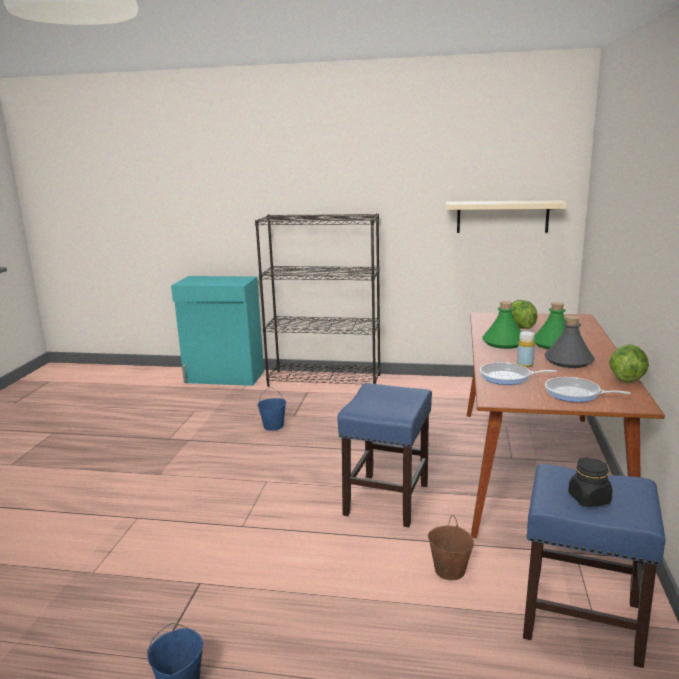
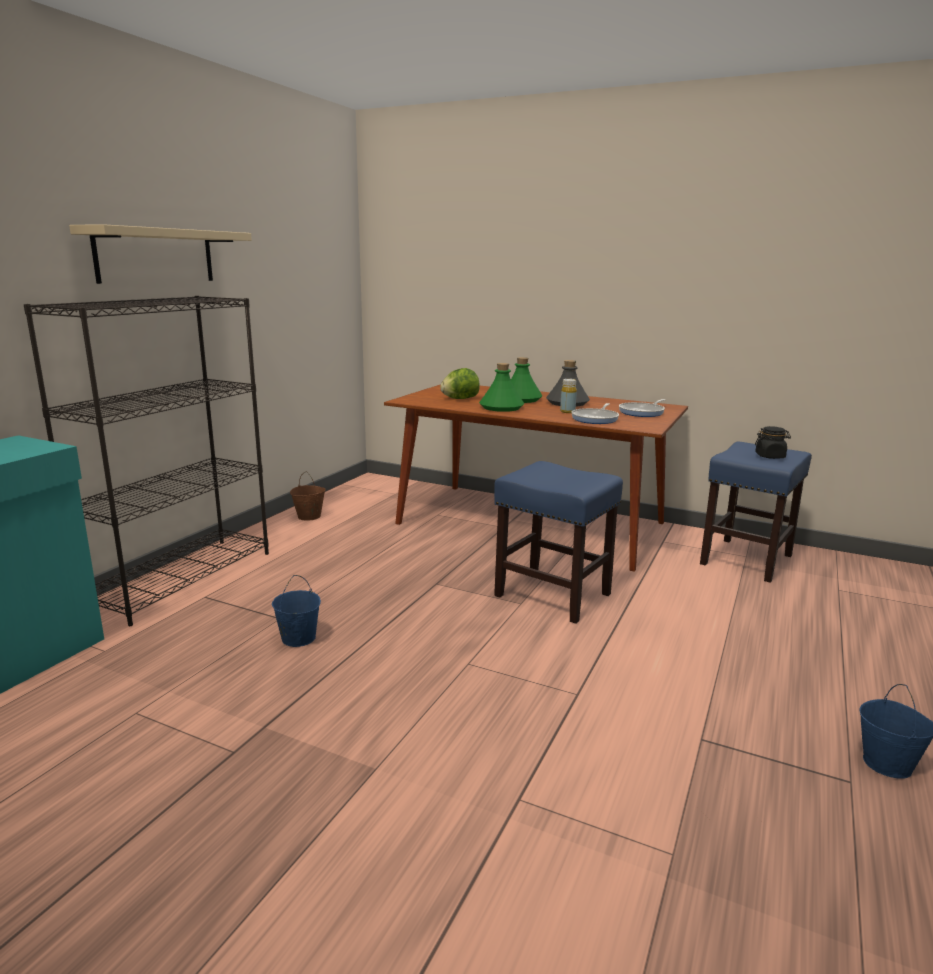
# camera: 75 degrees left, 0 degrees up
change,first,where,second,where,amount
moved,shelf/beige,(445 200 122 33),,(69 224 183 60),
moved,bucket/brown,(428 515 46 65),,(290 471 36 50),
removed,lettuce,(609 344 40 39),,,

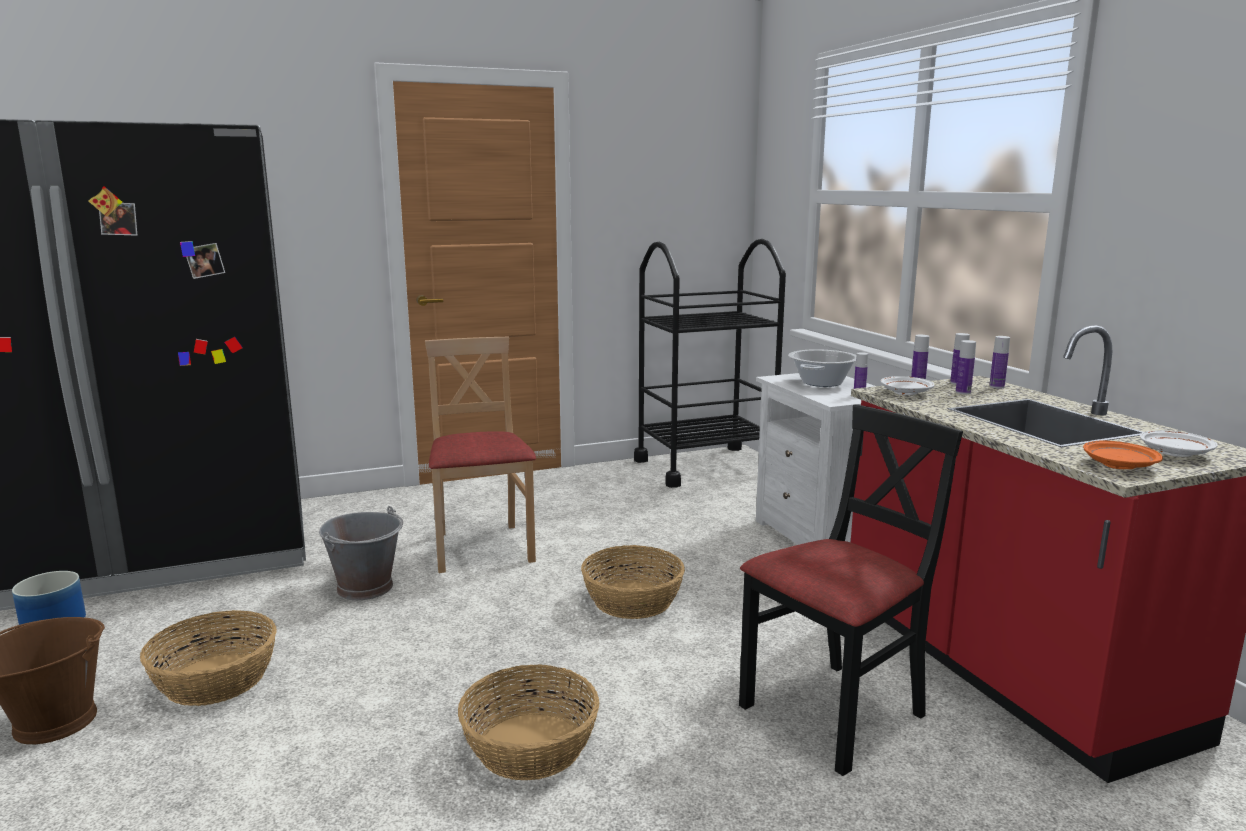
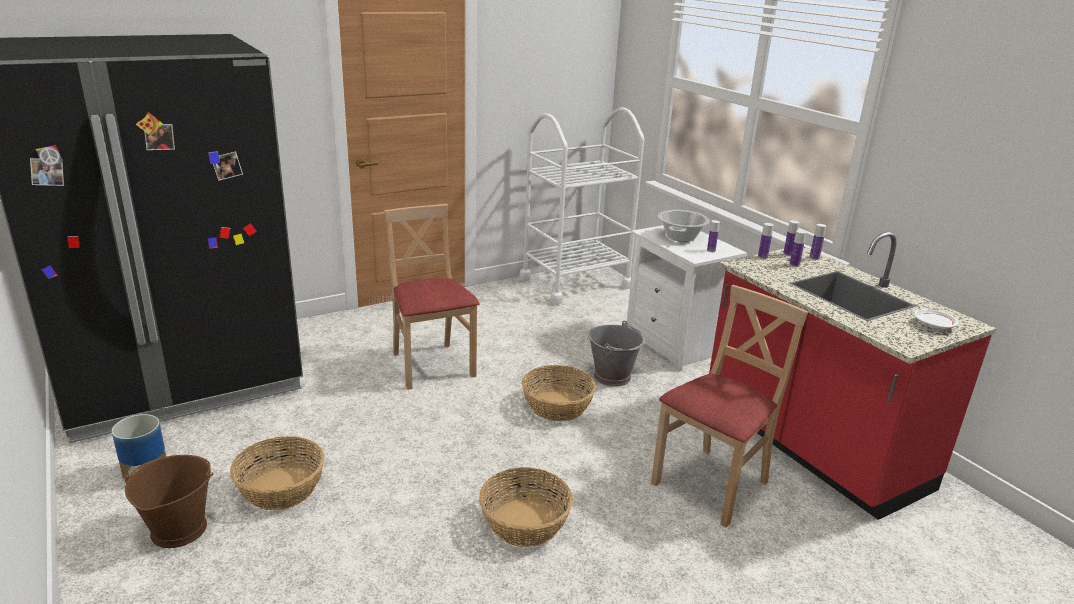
# camera: 10 degrees left, 10 degrees up
change,first,where,second,where,amount
recoloured,cart/black,(634 239 152 249),cart/white,(520 107 124 198),
moved,bucket/grey,(319 506 84 94),,(587 321 58 66),
recoloured,chair/black,(739 405 224 371),chair/beige,(651 285 157 243),
removed,plate/white,(881 376 53 19),,,
removed,plate/orange,(1083 440 80 29),,,

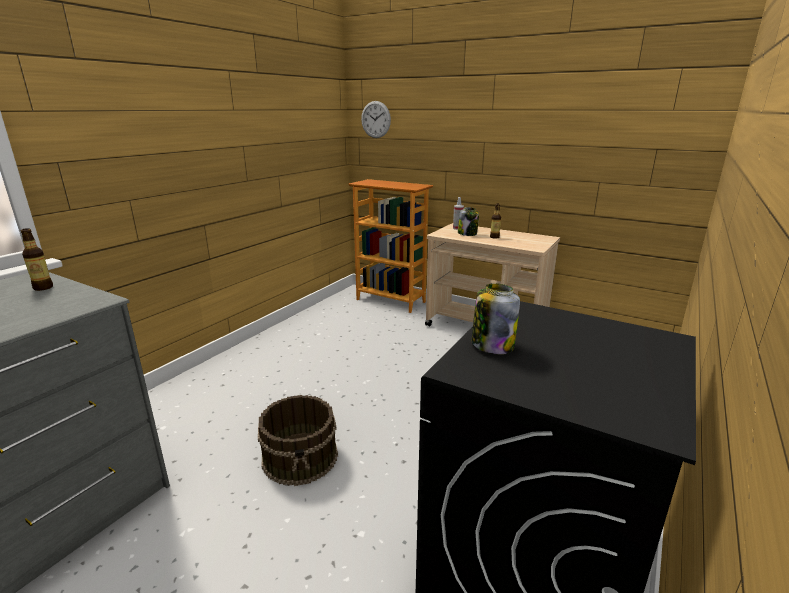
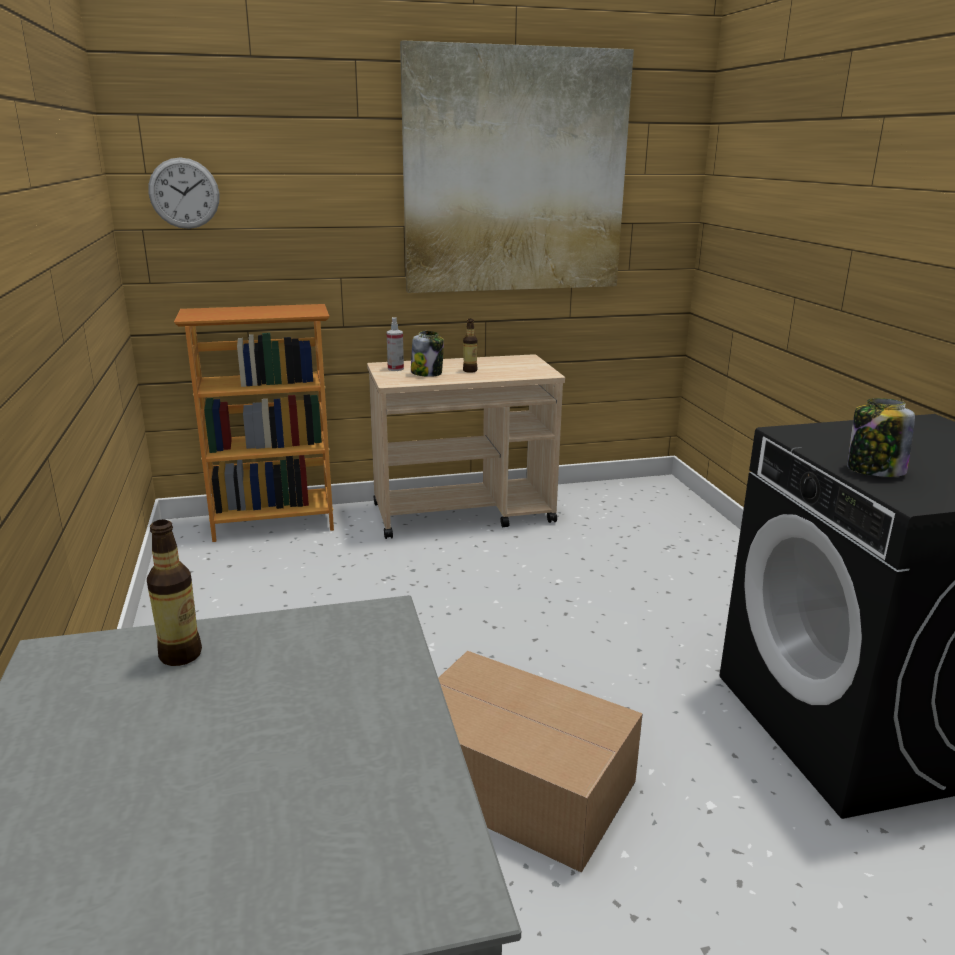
# camera: 45 degrees left, 0 degrees up
change,first,where,second,where,amount
added,,,picture,(400 40 234 253),
replaced,bucket/brown,(258 395 80 91),cardboard box,(438 651 205 222),

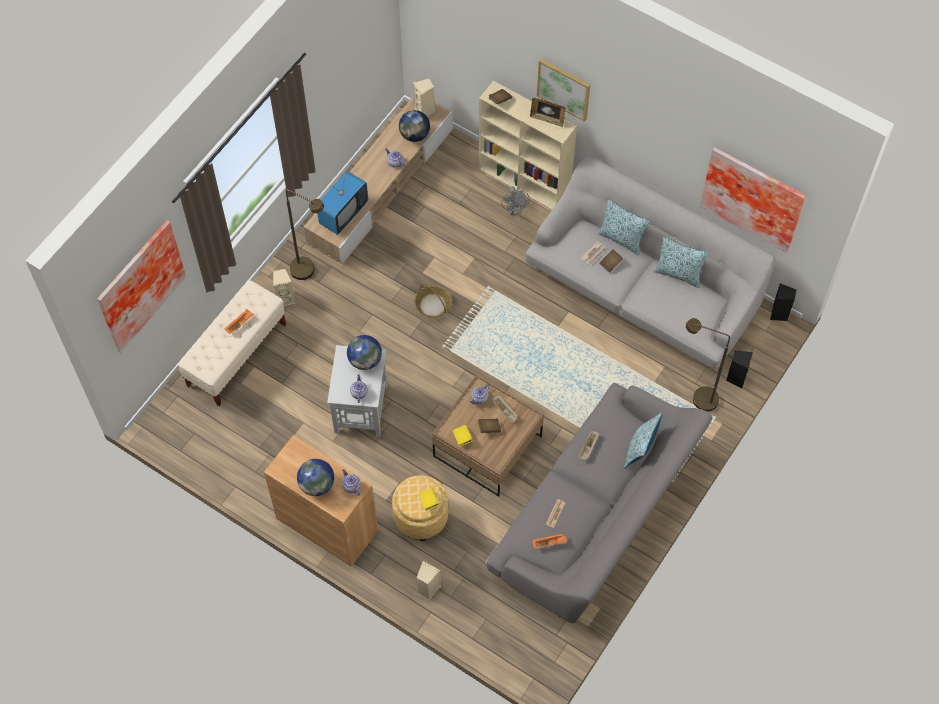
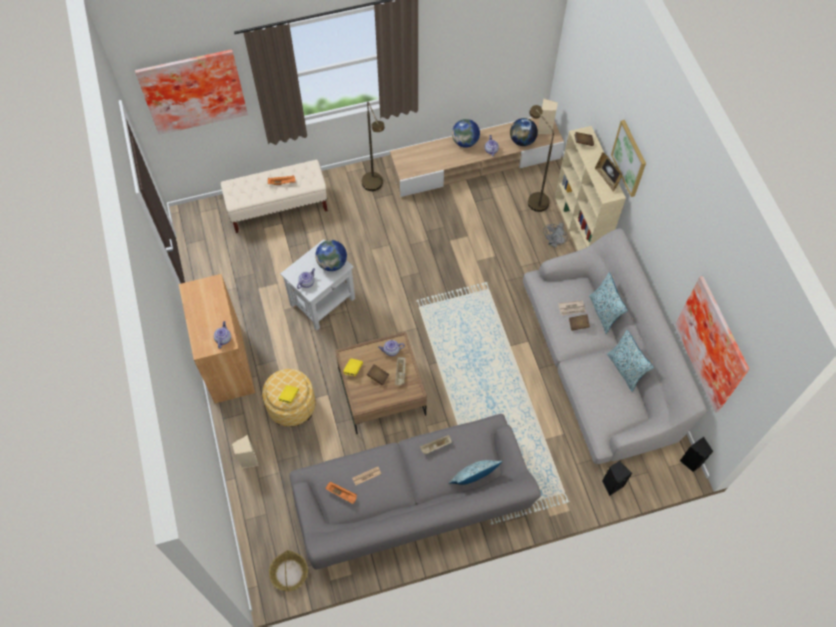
# camera: 40 degrees right, 0 degrees up
change,first,where,second,where,amount
moved,basket,(414 284 38 34),,(269 550 39 41),
moved,globe,(297 459 37 37),,(452 119 28 29),
moved,floor lamp/brown,(686 318 44 93),,(528 105 26 107),
removed,speaker/beige,(273 269 22 37),,,
removed,television,(317 172 51 63),,,

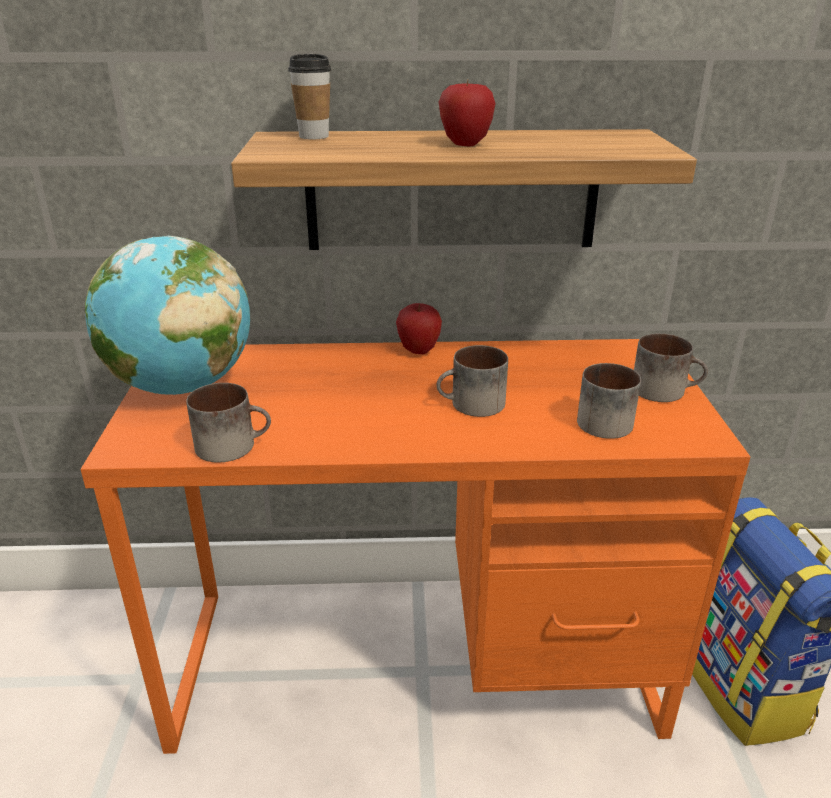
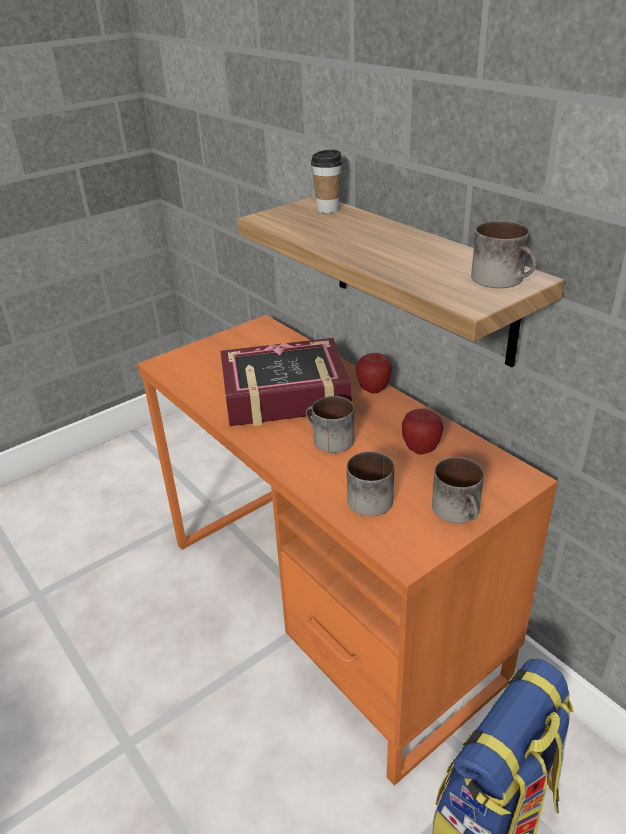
# camera: 55 degrees right, 5 degrees up
change,first,where,second,where,amount
added,,,book,(221 338 131 88),
moved,apple,(439 80 56 67),,(402 409 42 45),
moved,mug,(186 383 85 79),,(471 221 66 67),
removed,globe,(85 236 165 159),,,

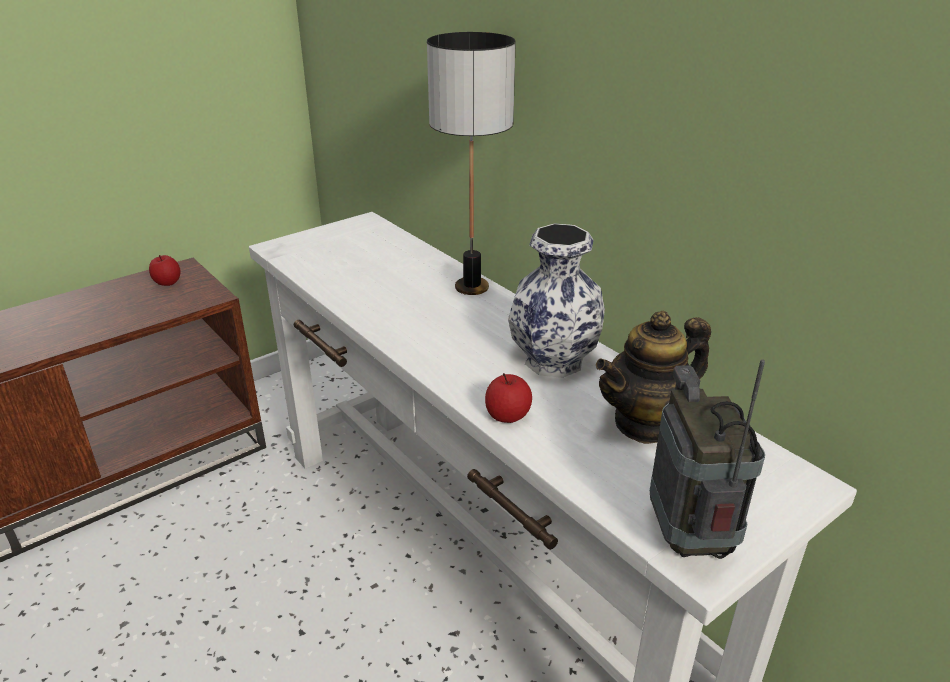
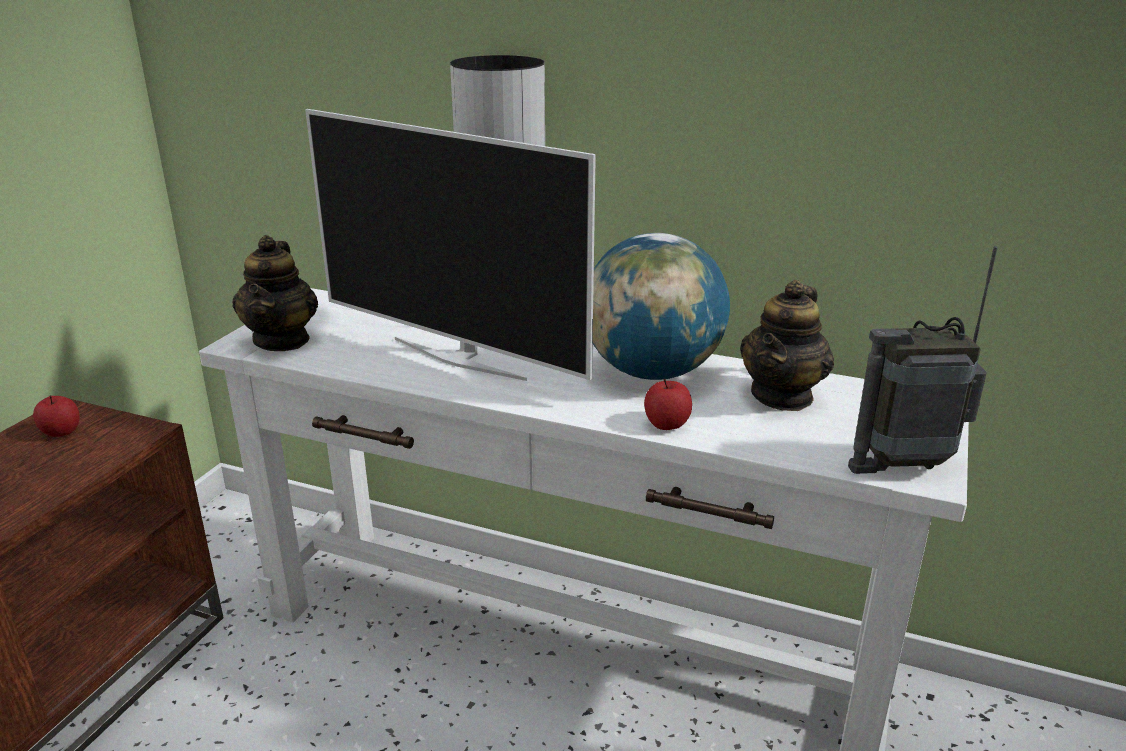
# camera: 30 degrees left, 5 degrees down
change,first,where,second,where,amount
added,,,teapot,(232 235 86 116),
added,,,television,(305 109 291 272),
replaced,vase,(508 223 97 155),globe,(593 233 137 147),
turned,radio,(650 360 115 199),,(848 246 149 228),60 degrees counterclockwise

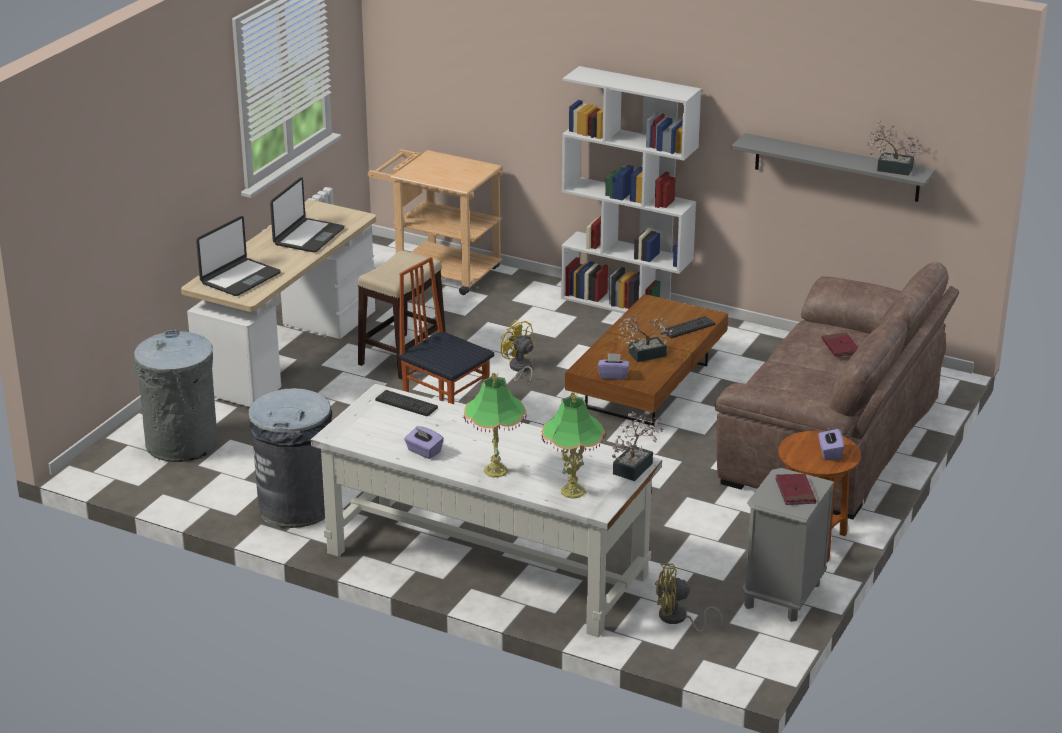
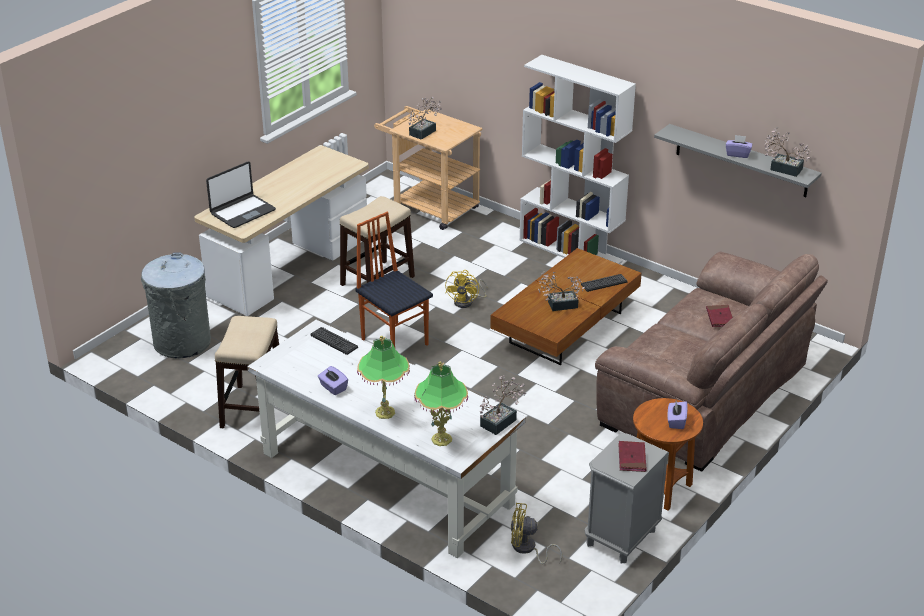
# camera: 10 degrees right, 5 degrees up
change,first,where,second,where,amount
replaced,trash can/grey,(248 388 84 140),stool,(215 316 64 112),
added,,,potted plant,(408 97 34 43),
turned,fan/yellow,(500 320 34 67),,(445 270 43 38),135 degrees counterclockwise
moved,tissue box/purple,(598 353 31 27),,(726 135 26 23),
removed,laptop,(270 177 75 75),,,

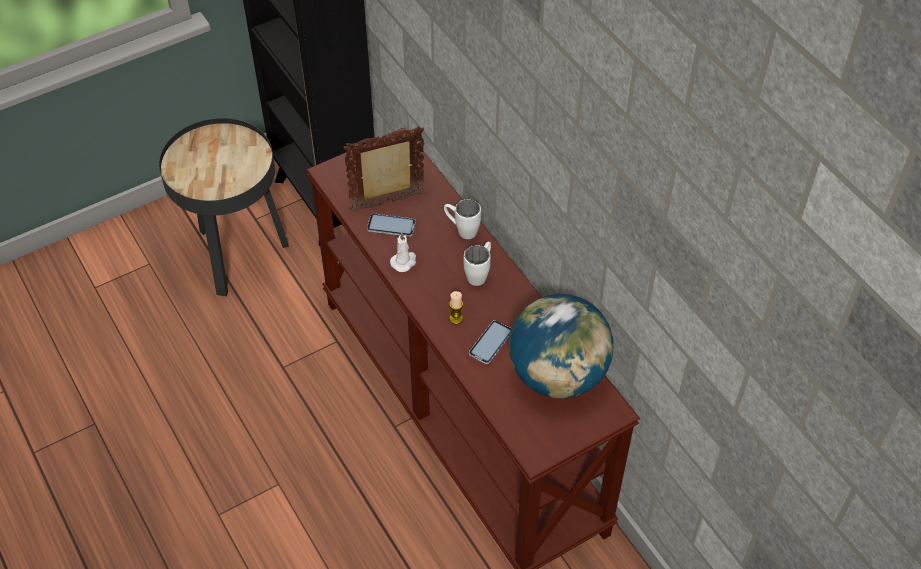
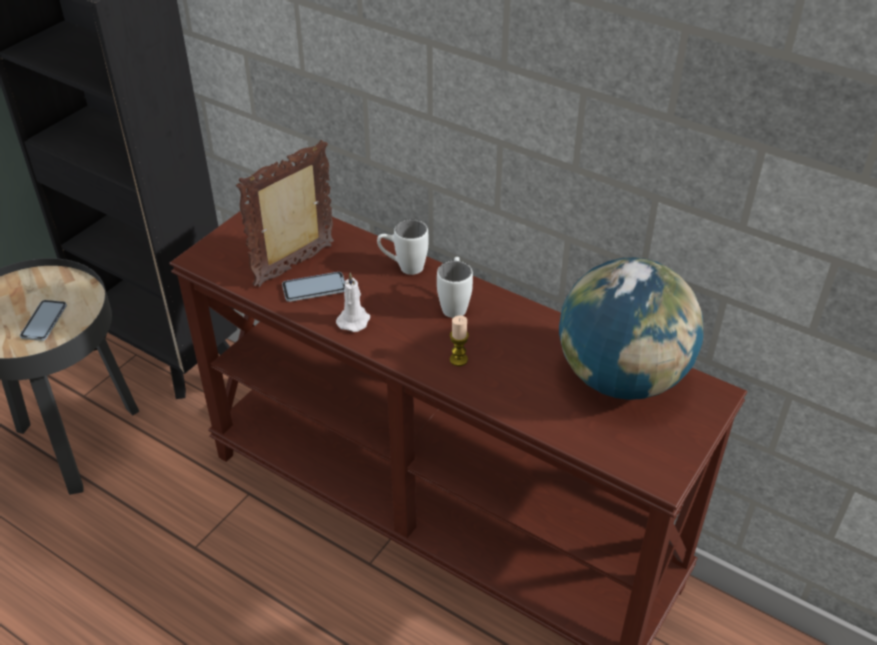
# camera: 25 degrees left, 10 degrees down
change,first,where,second,where,amount
moved,phone,(469 320 43 44),,(20 300 47 41),

